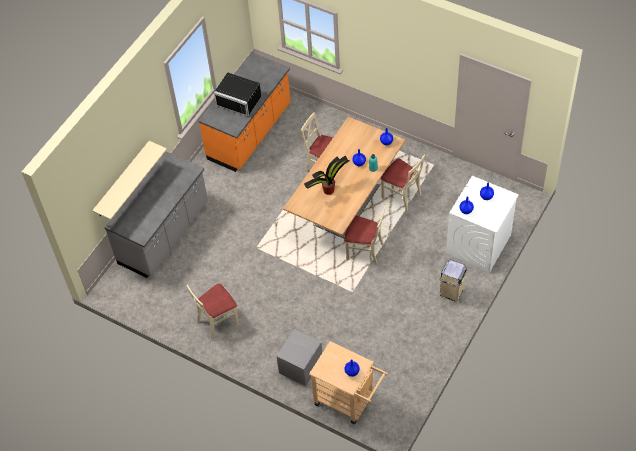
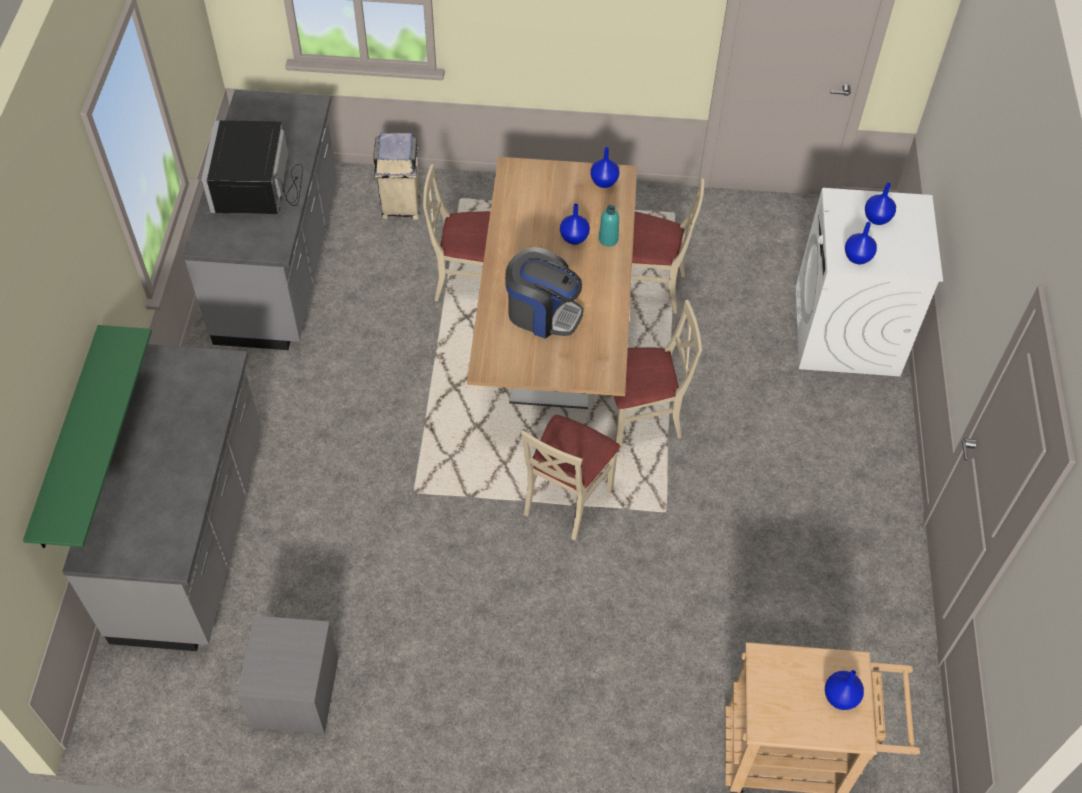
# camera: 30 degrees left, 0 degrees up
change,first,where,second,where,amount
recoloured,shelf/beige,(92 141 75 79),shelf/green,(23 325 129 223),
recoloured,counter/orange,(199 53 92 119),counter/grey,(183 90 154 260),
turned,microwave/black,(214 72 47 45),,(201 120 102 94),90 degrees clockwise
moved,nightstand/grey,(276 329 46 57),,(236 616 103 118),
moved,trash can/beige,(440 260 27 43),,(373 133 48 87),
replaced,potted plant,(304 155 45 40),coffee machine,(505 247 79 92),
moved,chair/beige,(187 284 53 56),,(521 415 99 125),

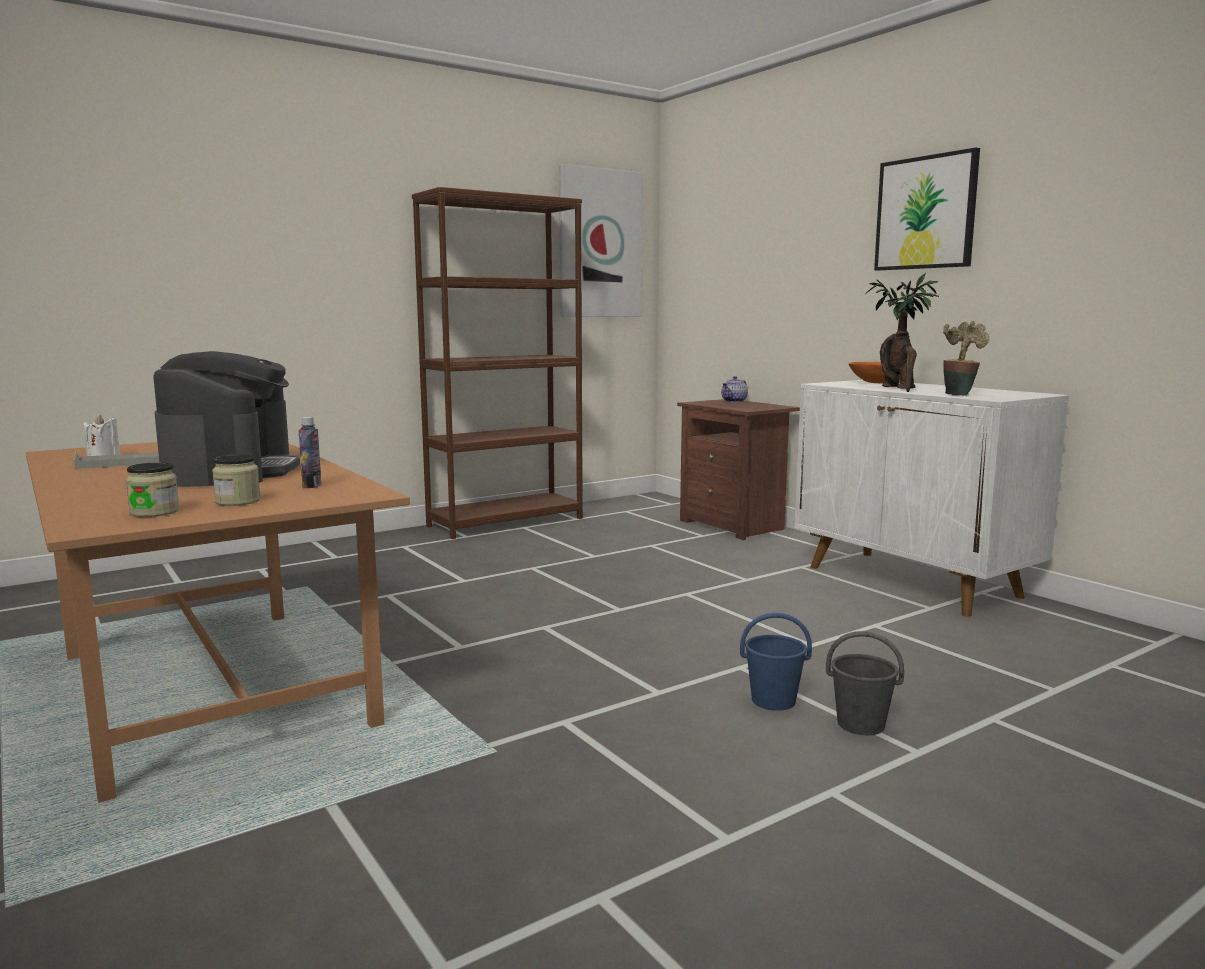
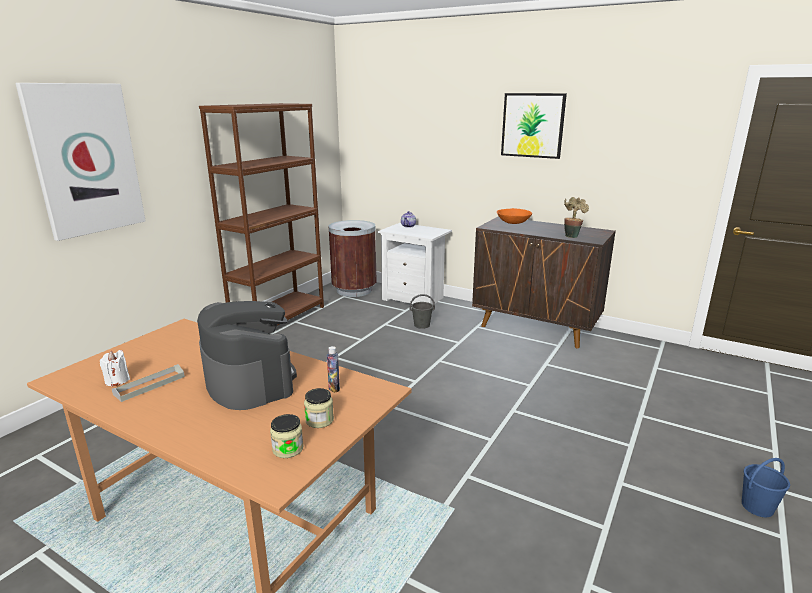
# camera: 25 degrees left, 10 degrees up
change,first,where,second,where,amount
moved,picture,(559 164 83 153),,(15 83 131 158),
added,,,trash can/brown,(329 220 48 77),
recoloured,nightstand/brown,(677 399 123 141),nightstand/white,(378 223 74 82),
moved,bucket/grey,(826 631 78 104),,(410 294 25 35),
recoloured,cabinet/white,(794 380 275 237),cabinet/brown,(472 217 144 131),
moved,bucket/blue,(740 613 72 98),,(742 458 48 59),
removed,potted plant,(865 273 74 119),,,

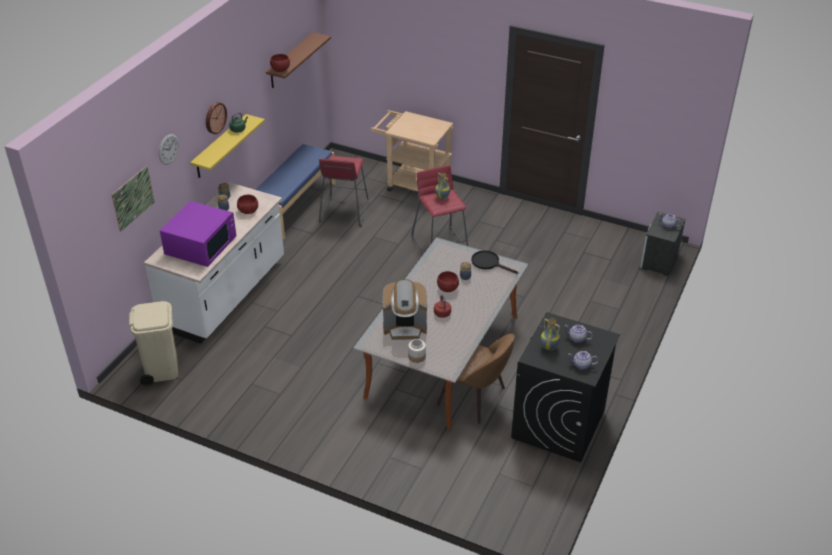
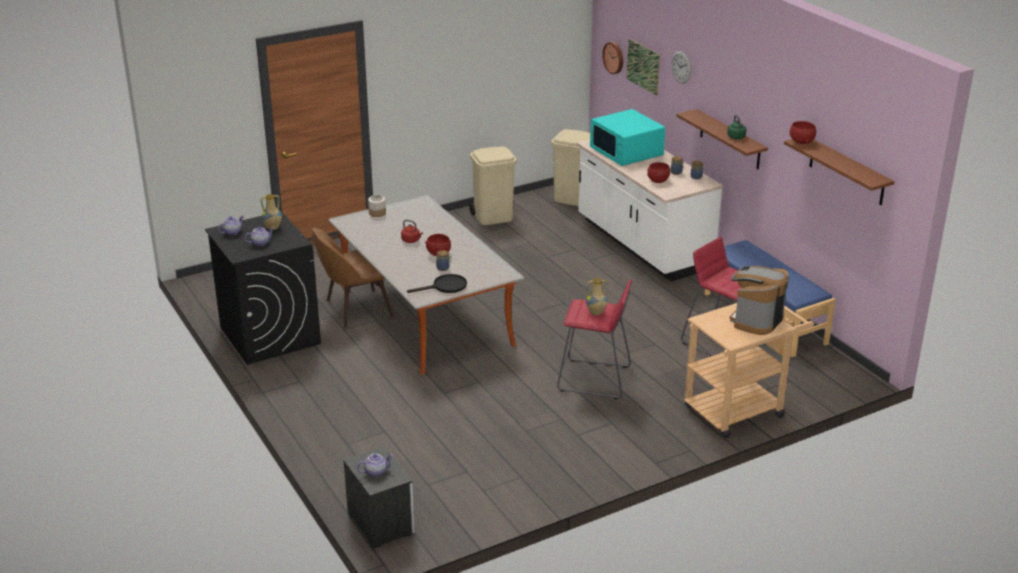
# camera: 125 degrees right, 10 degrees down
change,first,where,second,where,amount
added,,,trash can/beige,(469 146 48 79),
recoloured,microwave/purple,(160 201 76 66),microwave/turquoise,(590 109 75 57),
moved,wall clock,(206 102 21 32),,(602 42 21 32),
recoloured,shelf/yellow,(190 114 75 64),shelf/brown,(676 109 92 60),
moved,coffee machine,(383 279 44 61),,(730 266 59 69),

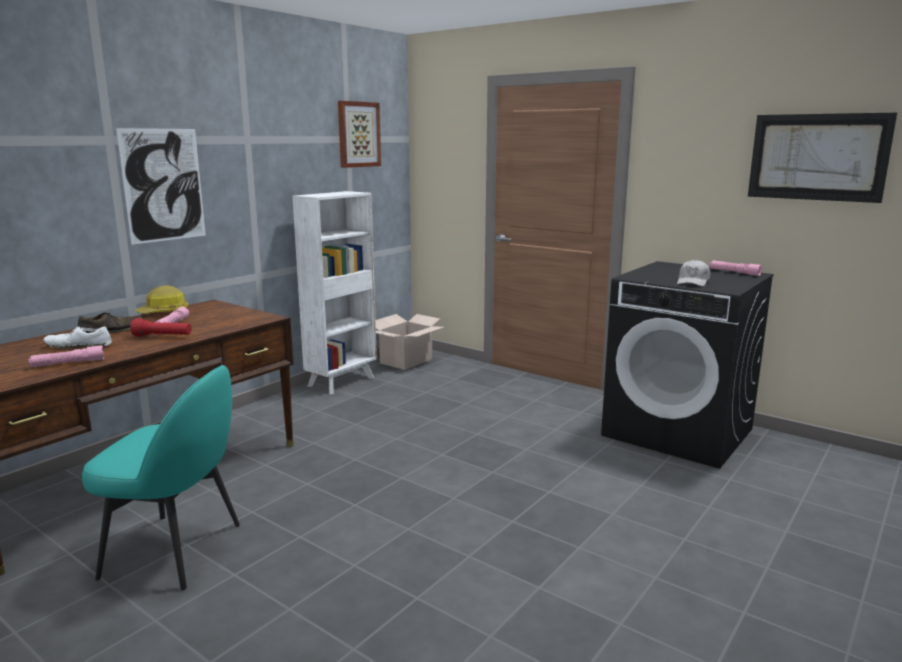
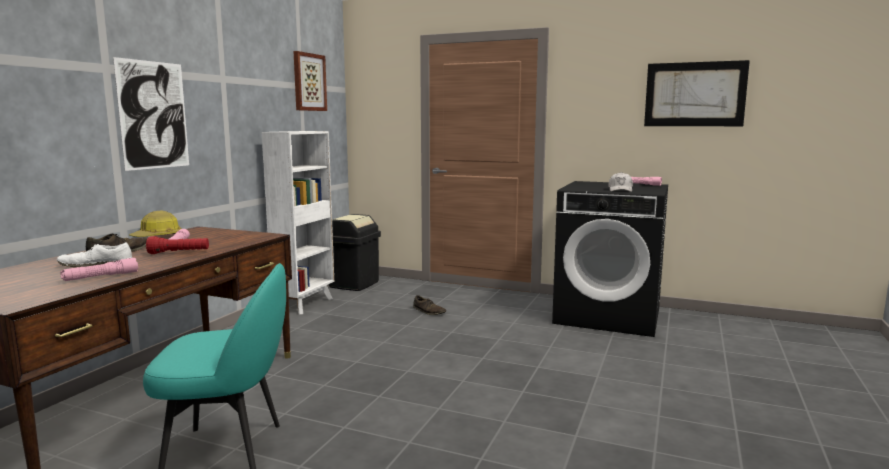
# camera: 15 degrees left, 5 degrees down
change,first,where,second,where,amount
replaced,cardboard box,(376 314 68 56),trash can/black,(329 214 52 77),
added,,,shoe/brown,(413 295 33 20),

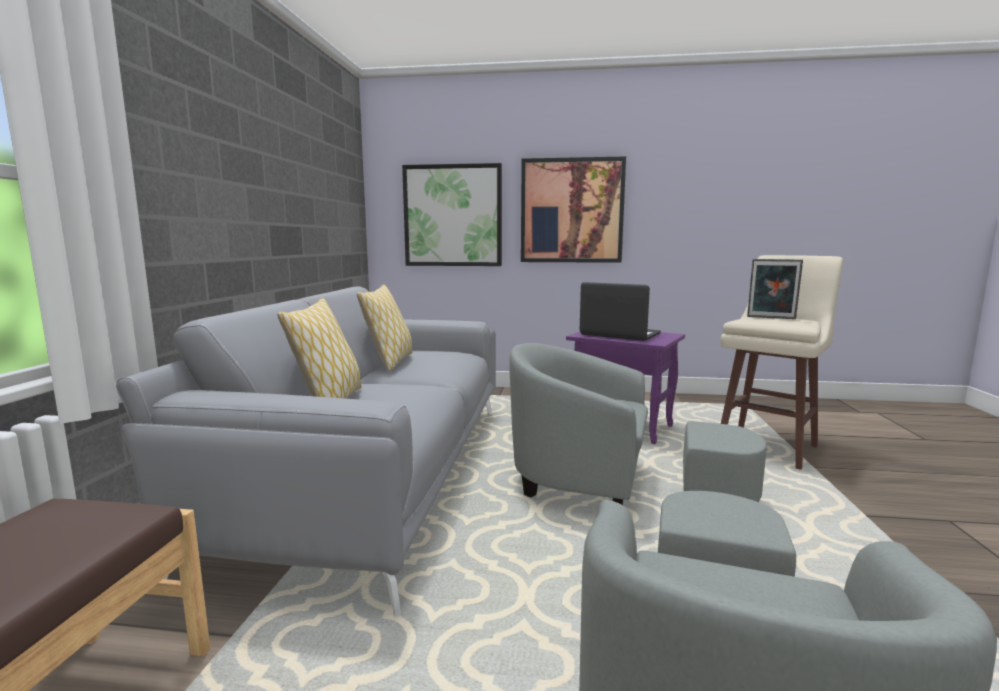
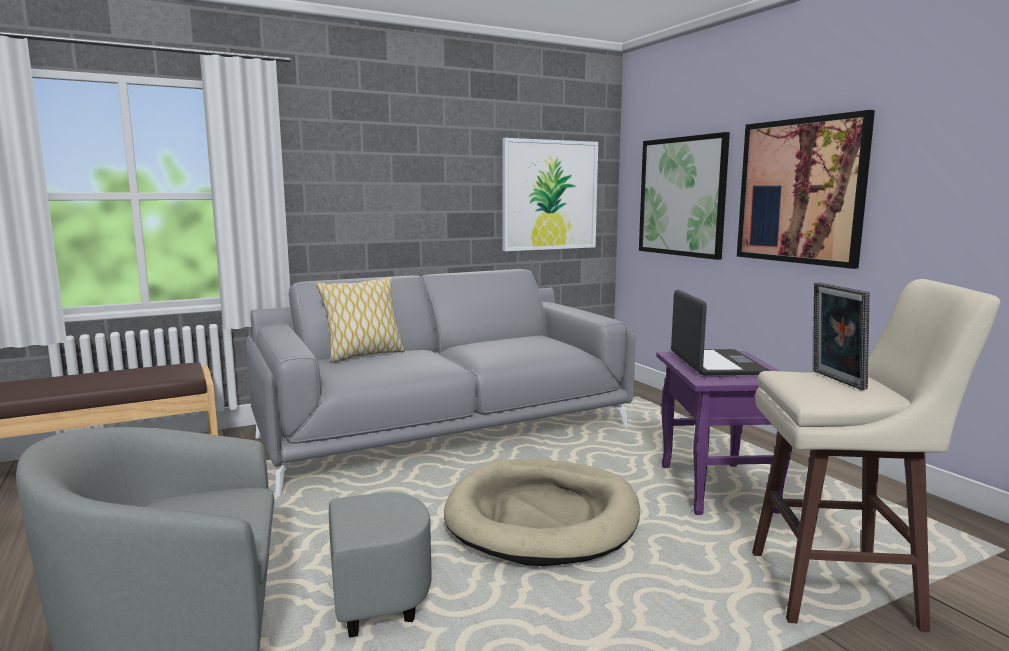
# camera: 55 degrees right, 0 degrees up
change,first,where,second,where,amount
replaced,armchair/grey,(509 343 258 162),dog bed/beige,(444 459 196 107),
added,,,picture,(502 138 96 113),
removed,pillow,(357 285 55 87),,,

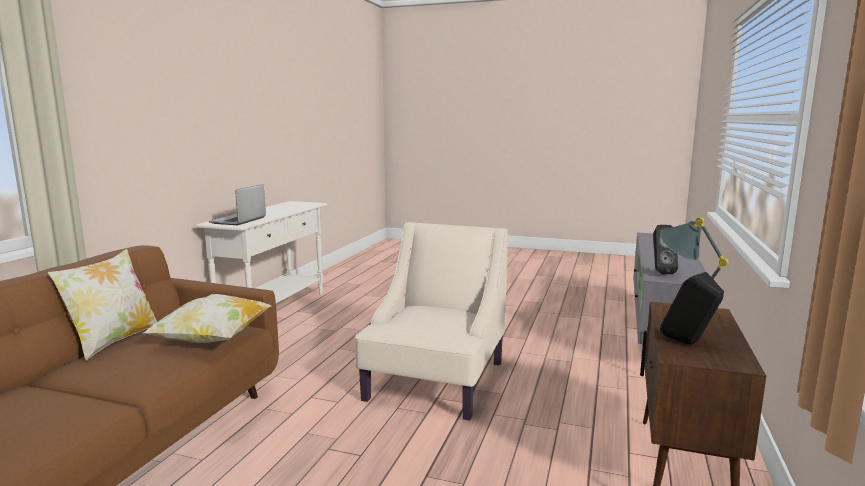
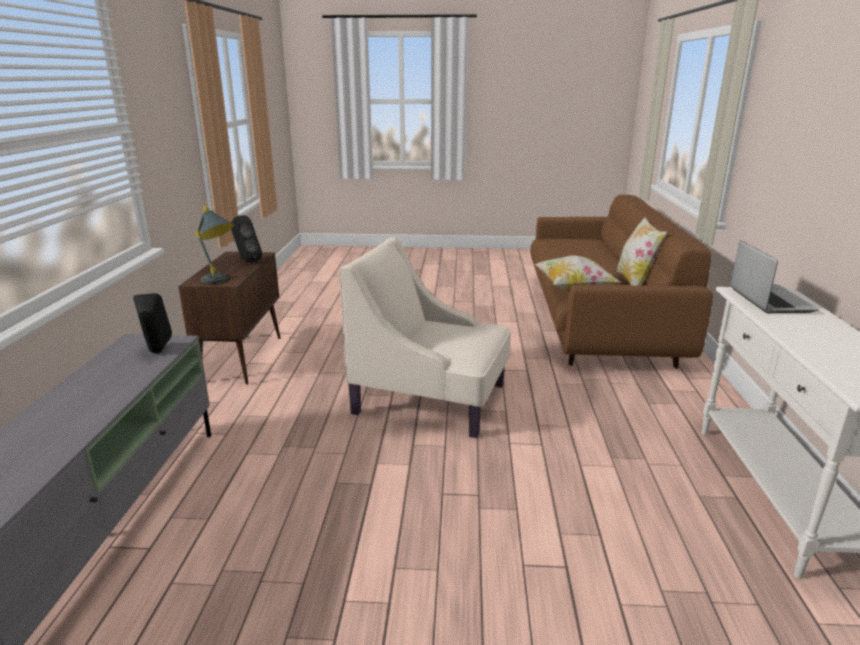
# camera: 165 degrees right, 10 degrees up
change,first,where,second,where,amount
turned,armchair/beige,(355 222 153 199),,(340 237 171 201),105 degrees clockwise

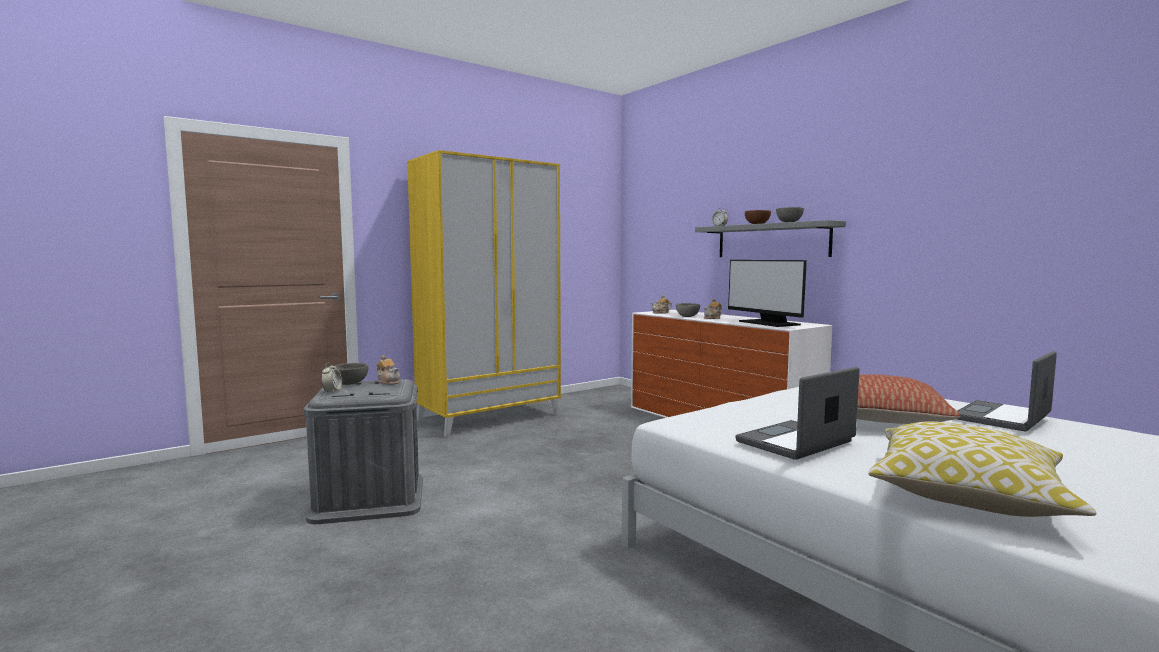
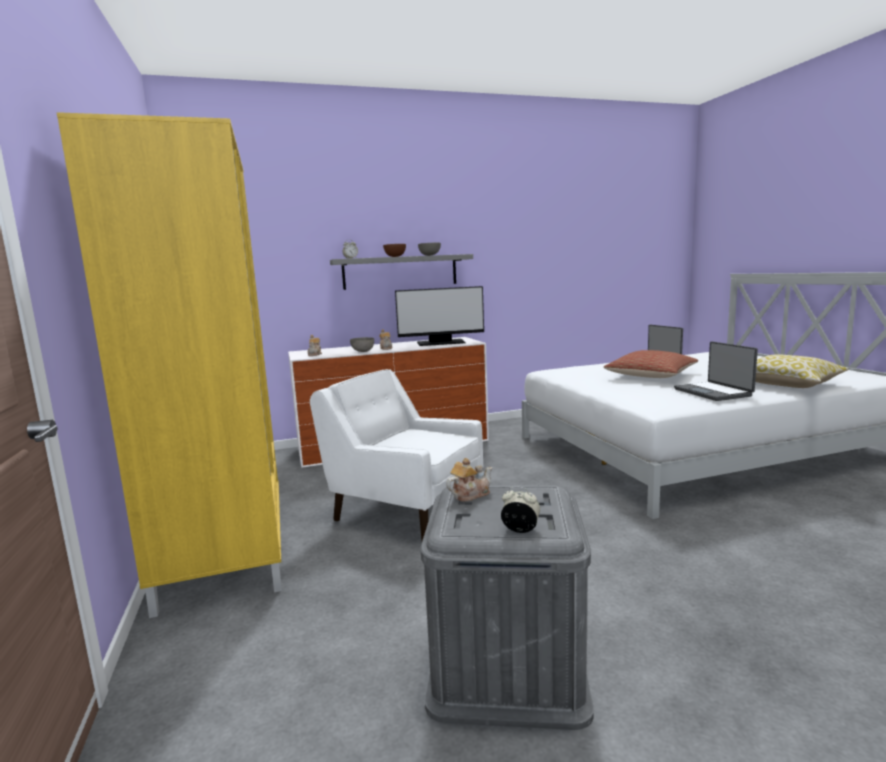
# camera: 70 degrees left, 5 degrees up
change,first,where,second,where,amount
added,,,armchair/white,(310 369 173 171),
removed,bowl/grey,(335 363 33 22),,,

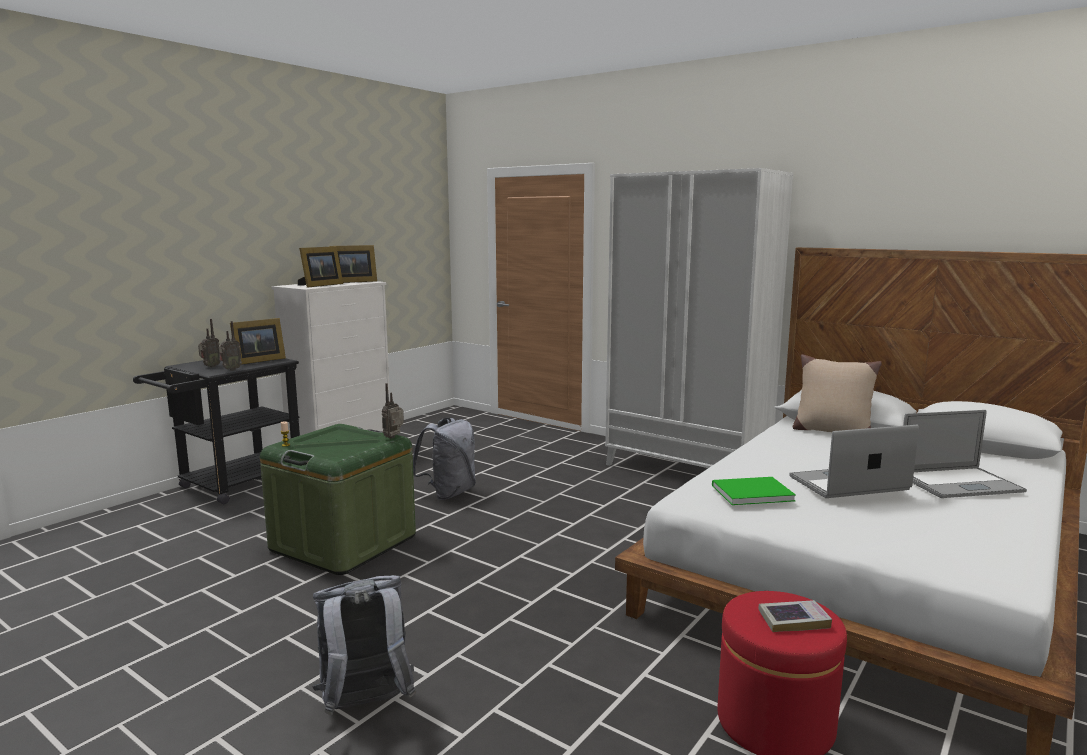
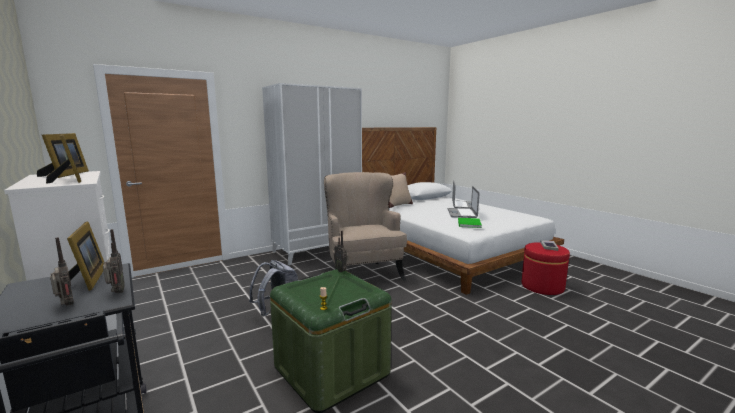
# camera: 70 degrees left, 0 degrees up
change,first,where,second,where,amount
added,,,armchair/beige,(324 172 83 109),
removed,backpack/grey,(312 575 104 140),,,

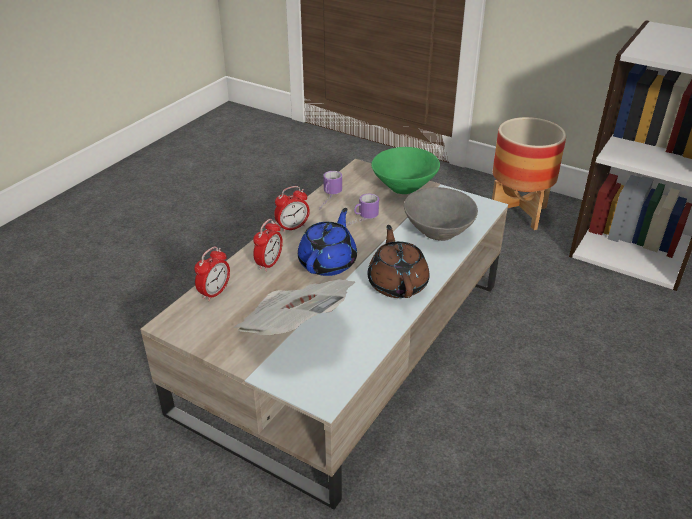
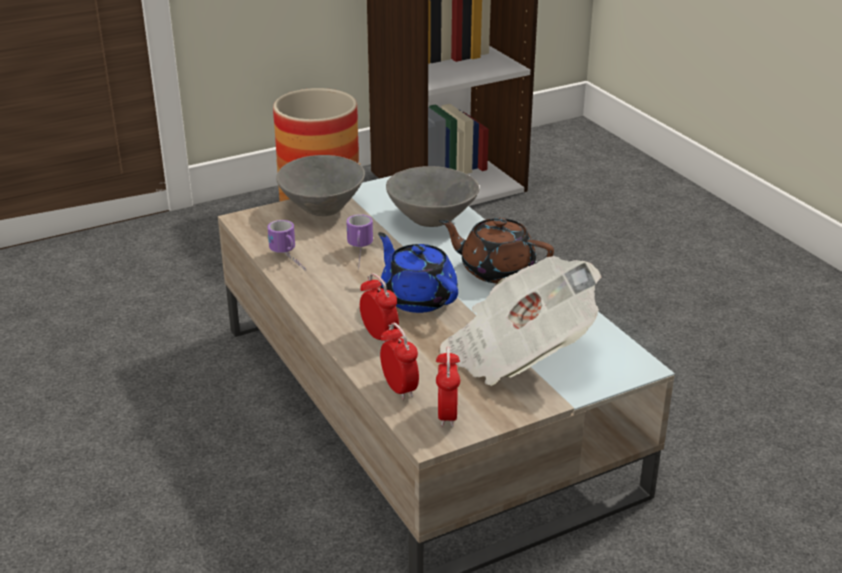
# camera: 60 degrees left, 5 degrees down
change,first,where,second,where,amount
recoloured,bowl/green,(371 147 69 47),bowl/grey,(277 155 88 61),
moved,alarm clock,(274 186 36 47),,(436 347 24 80),

